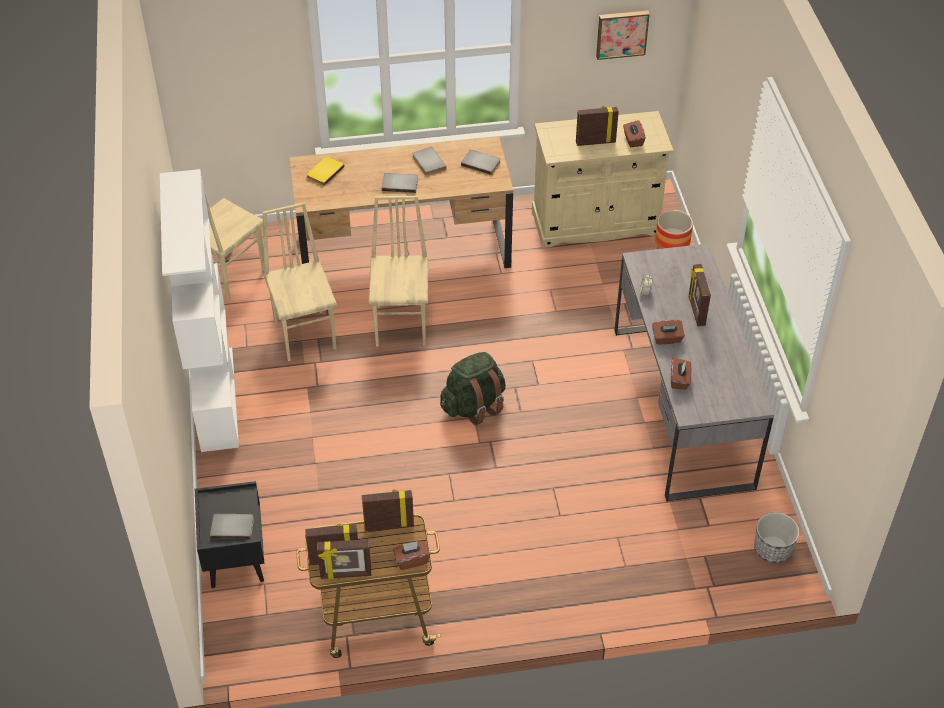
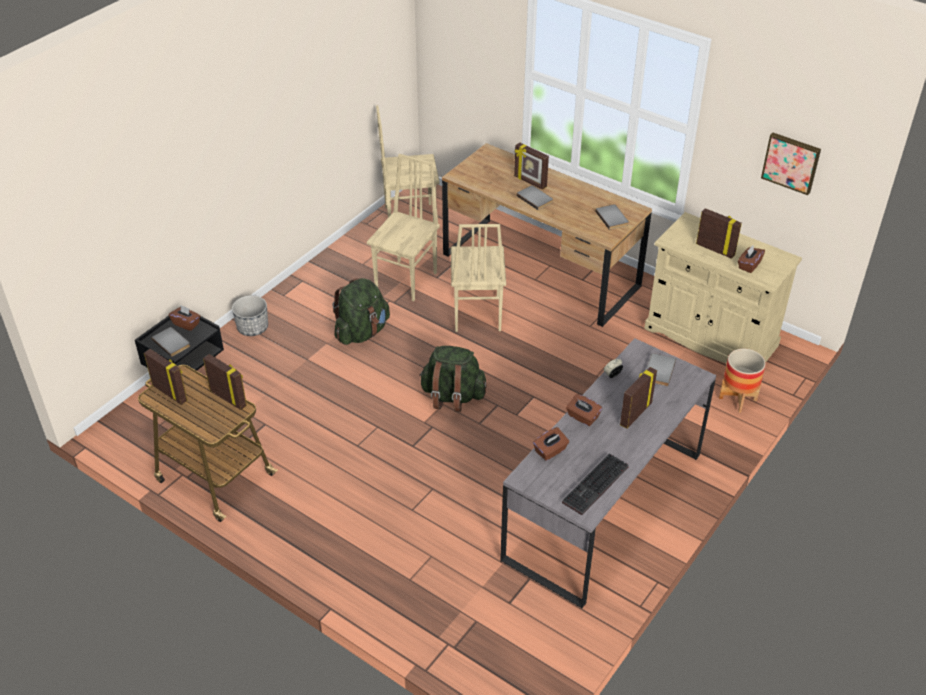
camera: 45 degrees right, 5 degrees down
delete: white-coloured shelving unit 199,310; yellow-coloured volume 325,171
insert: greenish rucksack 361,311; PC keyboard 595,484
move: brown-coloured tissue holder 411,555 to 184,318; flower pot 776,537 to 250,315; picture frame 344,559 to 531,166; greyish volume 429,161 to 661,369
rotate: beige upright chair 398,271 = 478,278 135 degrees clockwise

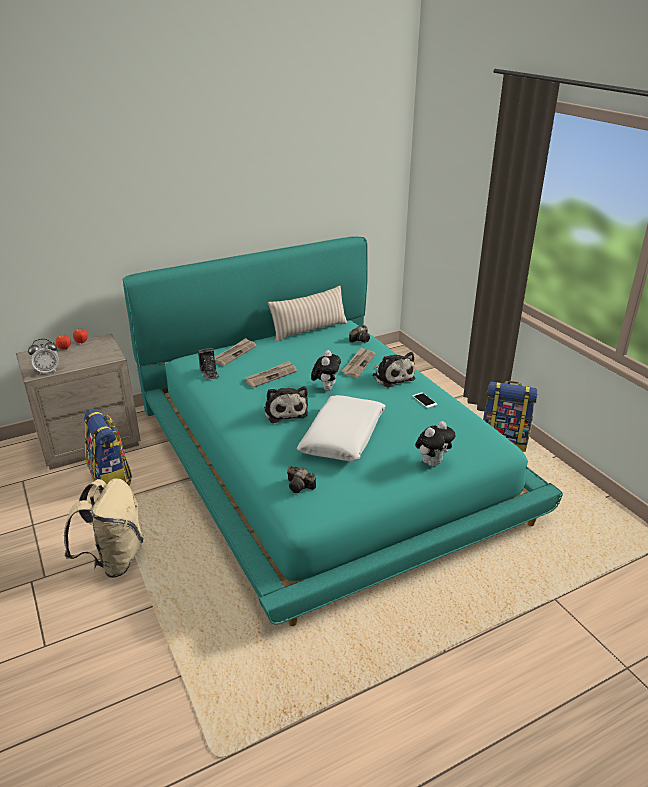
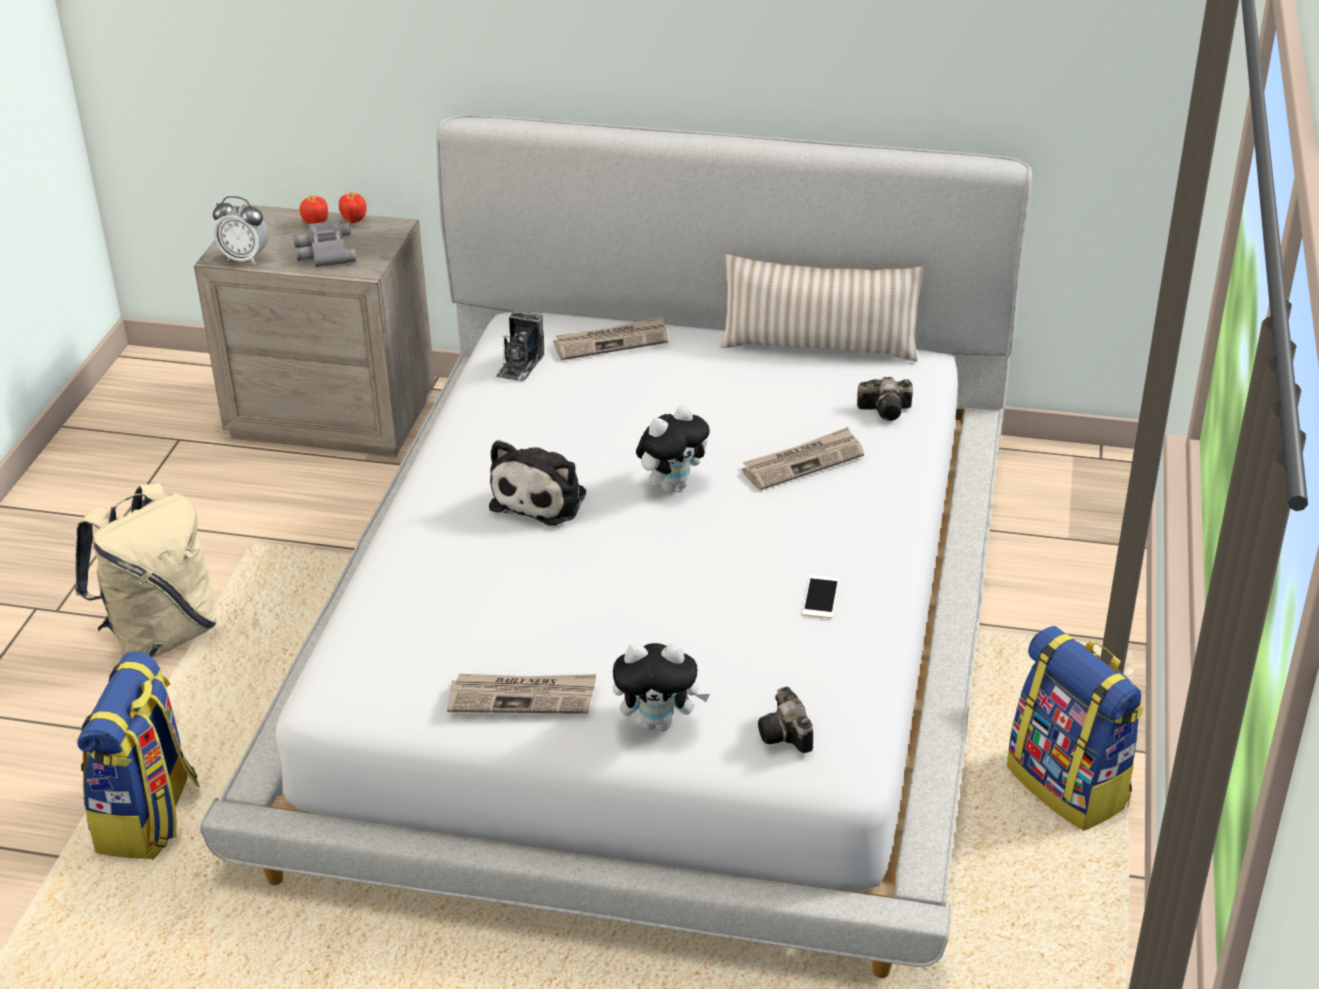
camera: 40 degrees right, 5 degrees up
delete: white-coloured cushion 341,428; plush toy 393,370
insert: greyish binoculars 324,243
move: rucksack 108,449 to 138,755; daily paper 271,374 to 521,694; photo camera 301,479 to 785,719
recolor: turquoise bed 342,431 to white-coloured bed 616,546

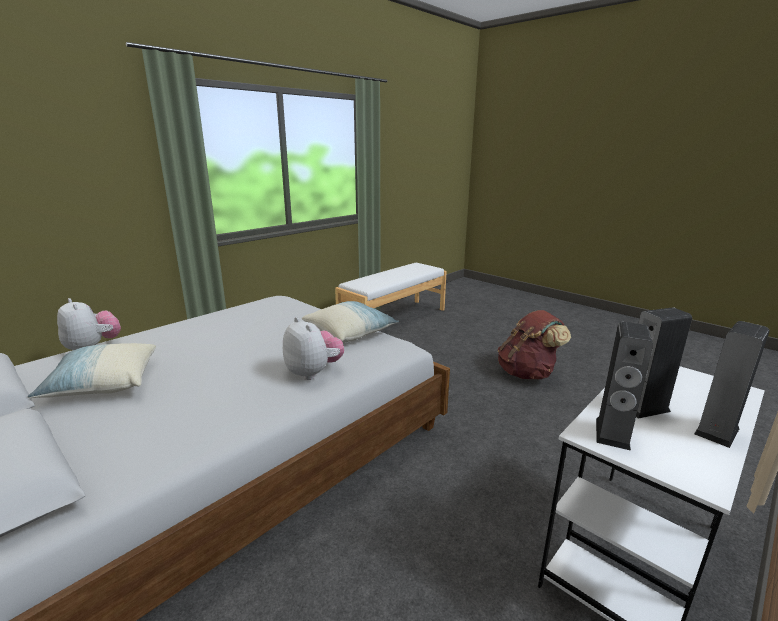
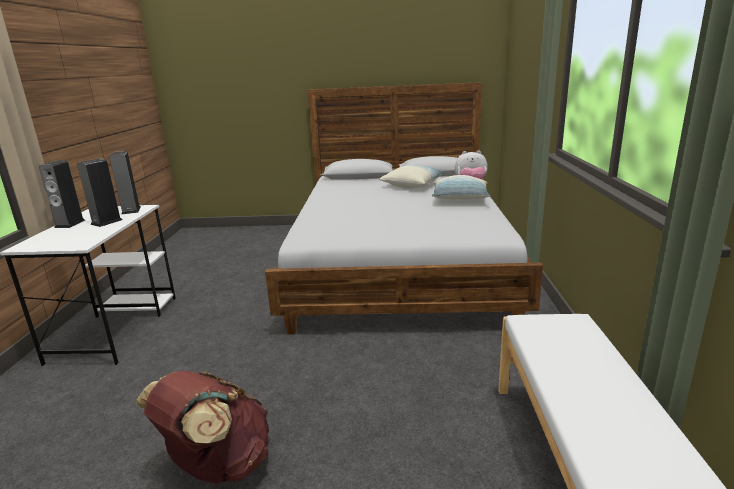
camera: 140 degrees right, 0 degrees up
delete: plush toy 313,348
move: cushion 350,321 to 461,187

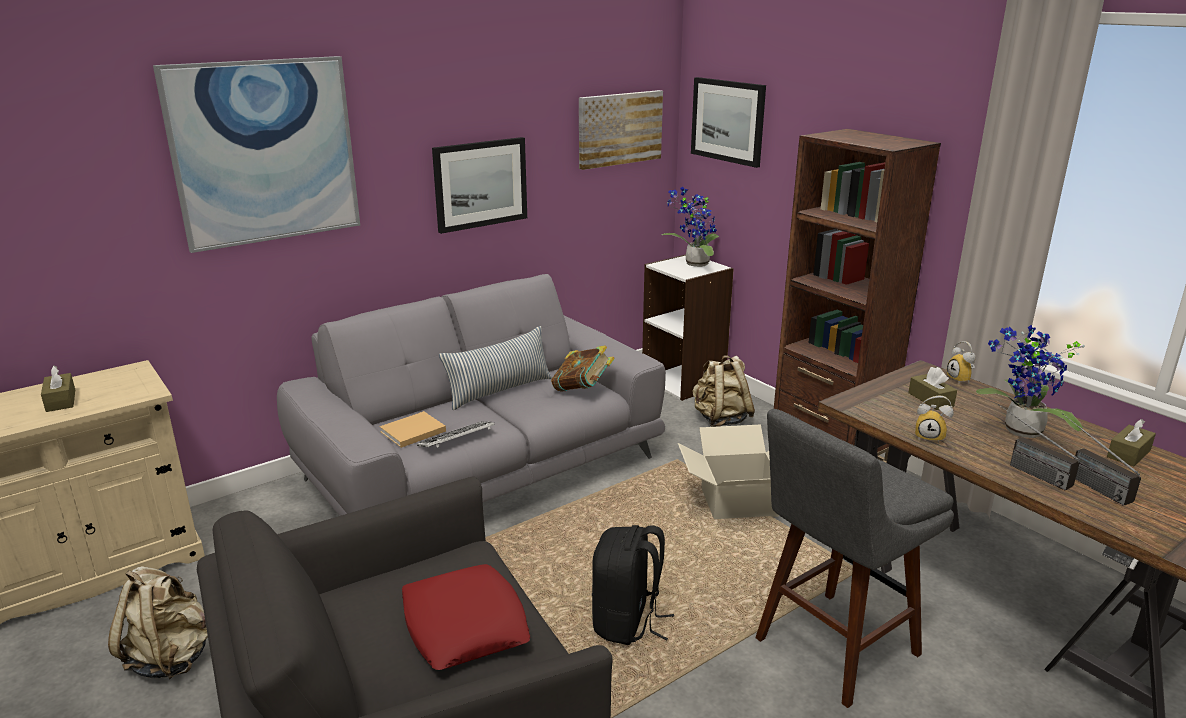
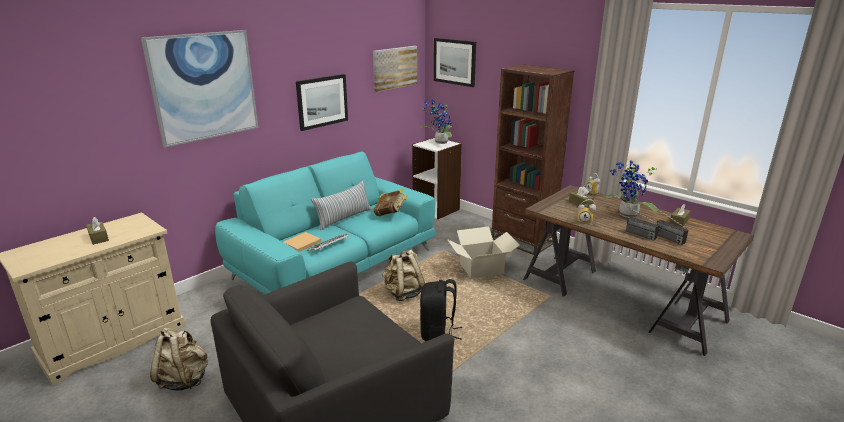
camera: 10 degrees left, 0 degrees up
delete: reddish cushion 465,617; greyish sitting stool 854,558
move: beige rucksack 723,391 to 403,275
recolor: greyish couch 471,395 to turquoise couch 325,223

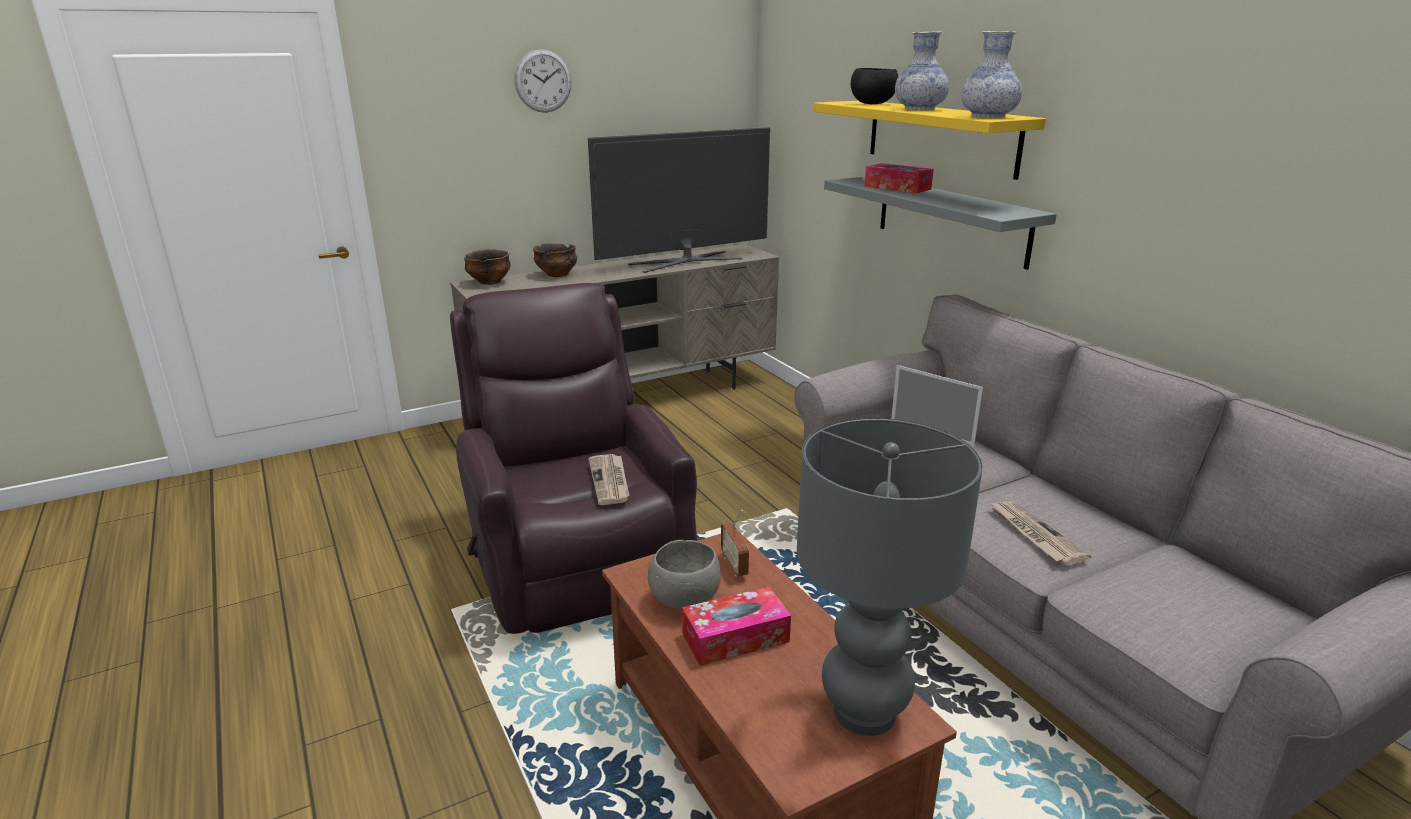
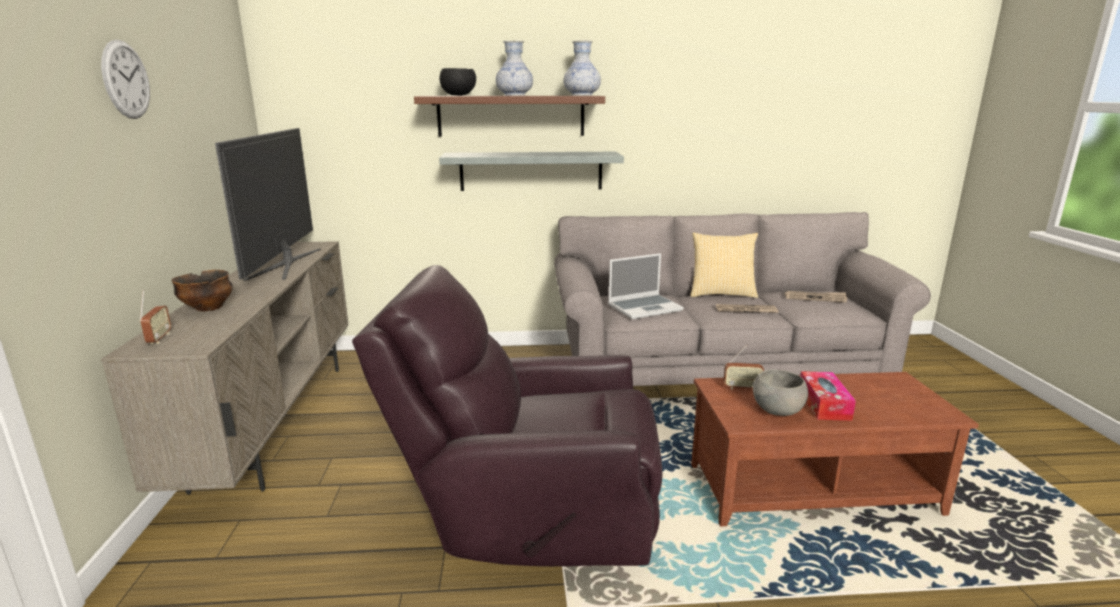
camera: 65 degrees left, 5 degrees down
delete: greyish table lamp 890,577; tissue holder 899,178
insert: cushion 724,265
move: daily paper 609,479 to 816,297
replace: deep dish 487,267 to radio 155,317
recolor: yellow-coloured shelf 929,140 to brown-coloured shelf 509,116

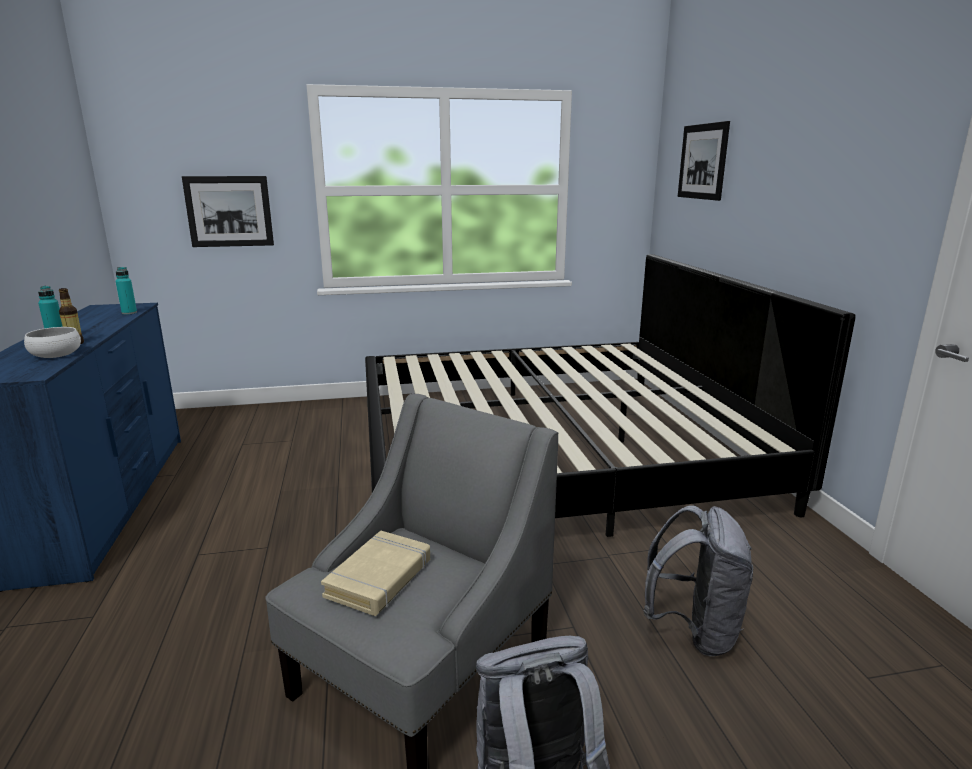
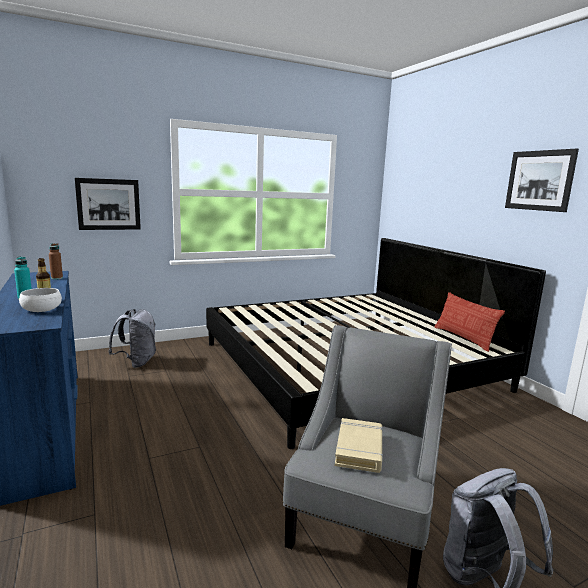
camera: 15 degrees left, 5 degrees down
insert: cushion 469,322
move: greyish rucksack 698,581 to 132,338; wall art 704,161 to 542,180
recolor: turquoise beverage bottle 126,291 to brown-coloured beverage bottle 56,261

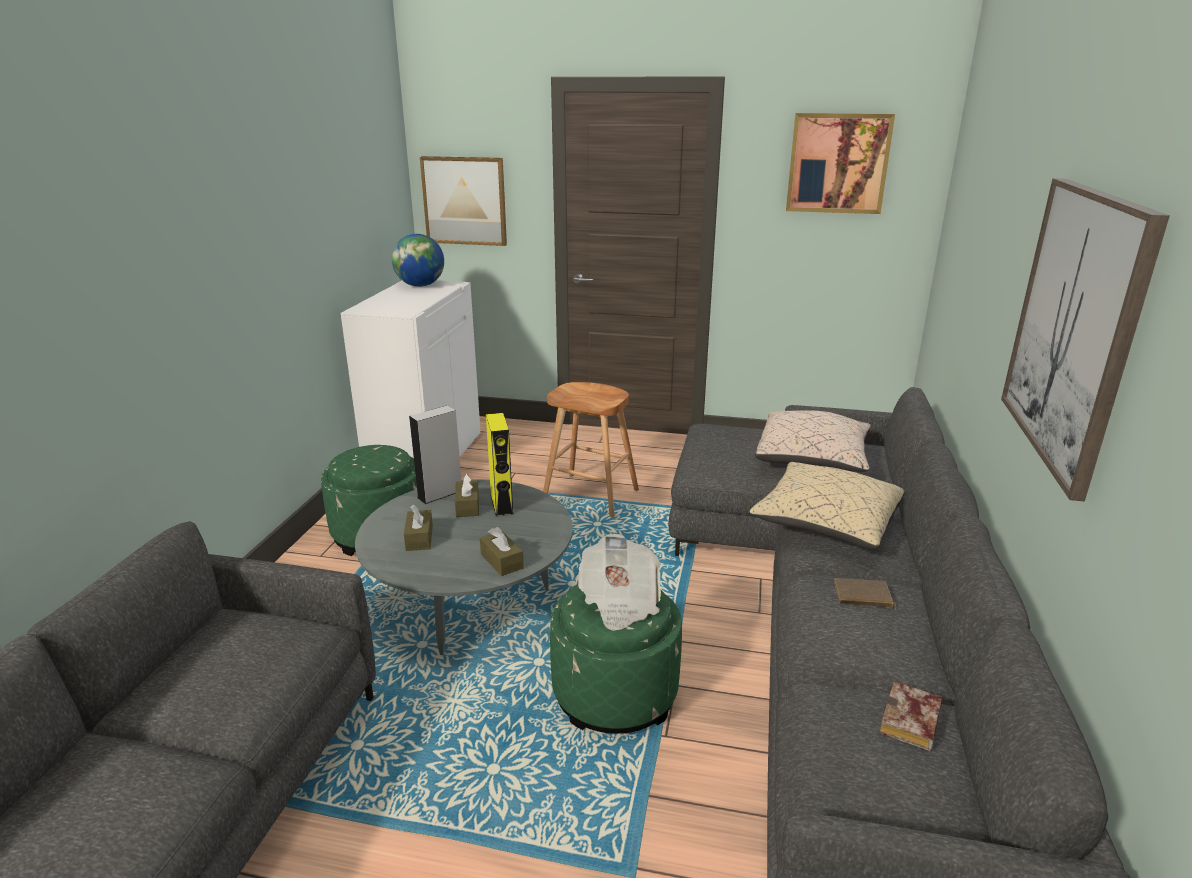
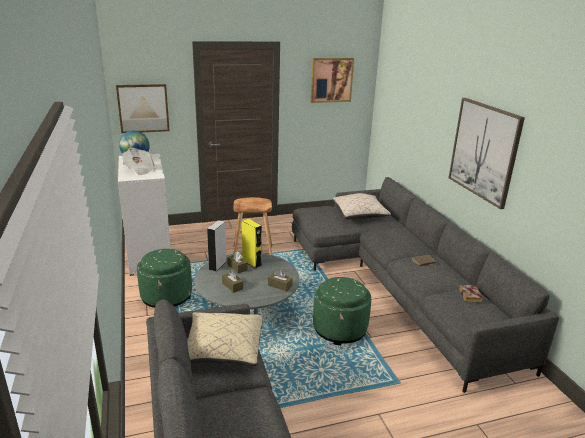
camera: 30 degrees left, 0 degrees up
move: daily paper 618,582 to 139,161; beige cushion 827,506 to 225,339

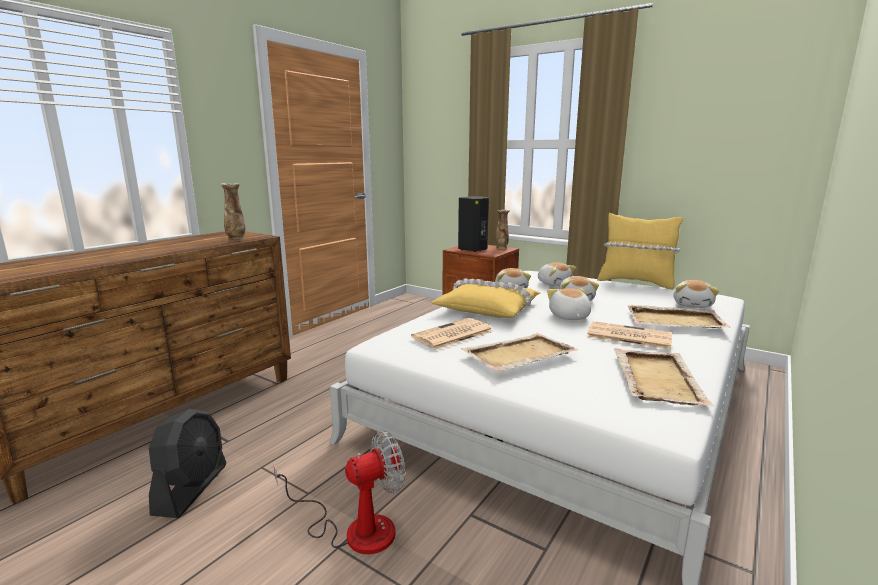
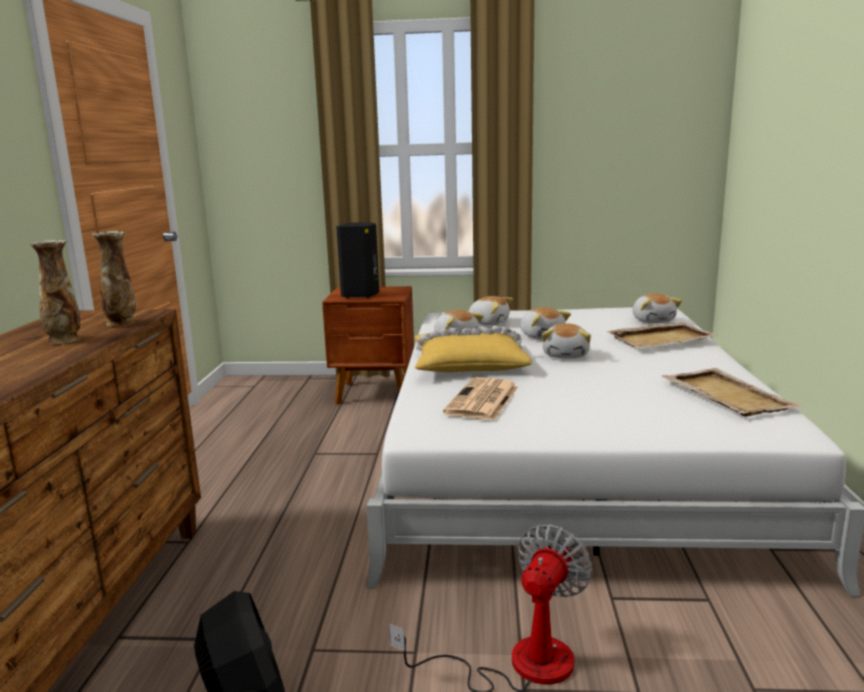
camera: 30 degrees left, 0 degrees up
delete: beige carrying tray 520,352; daily paper 629,335; yellow-coloured cushion 640,251
move: decorative vase 502,229 to 54,292
rotate: plush toy 569,304 = 566,340 135 degrees counterclockwise

